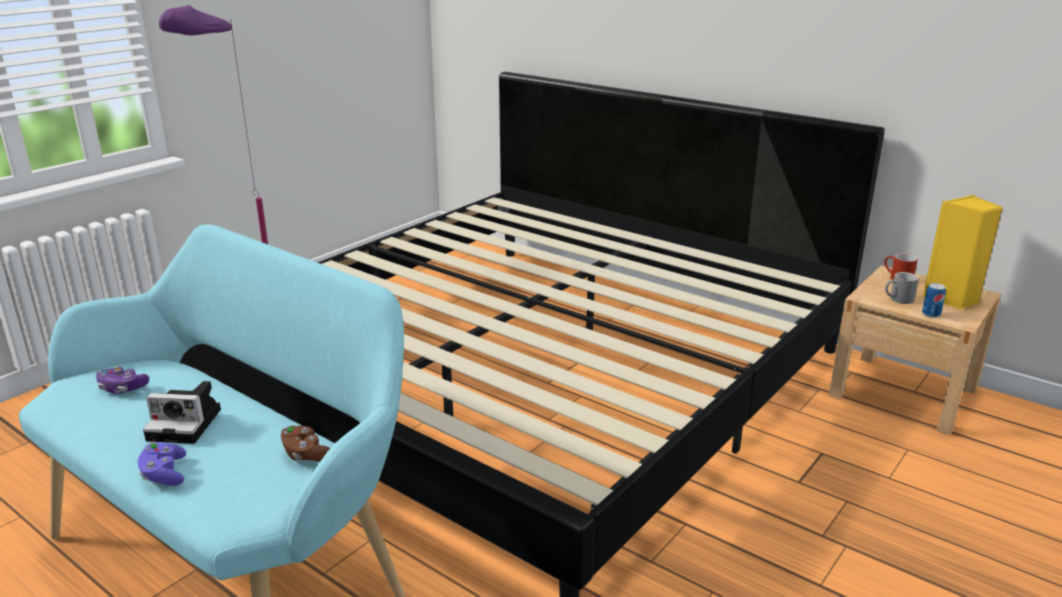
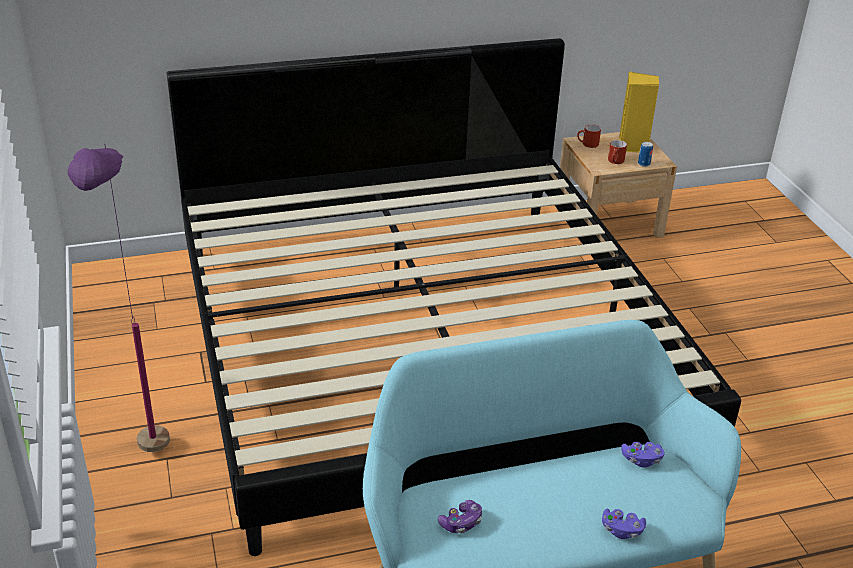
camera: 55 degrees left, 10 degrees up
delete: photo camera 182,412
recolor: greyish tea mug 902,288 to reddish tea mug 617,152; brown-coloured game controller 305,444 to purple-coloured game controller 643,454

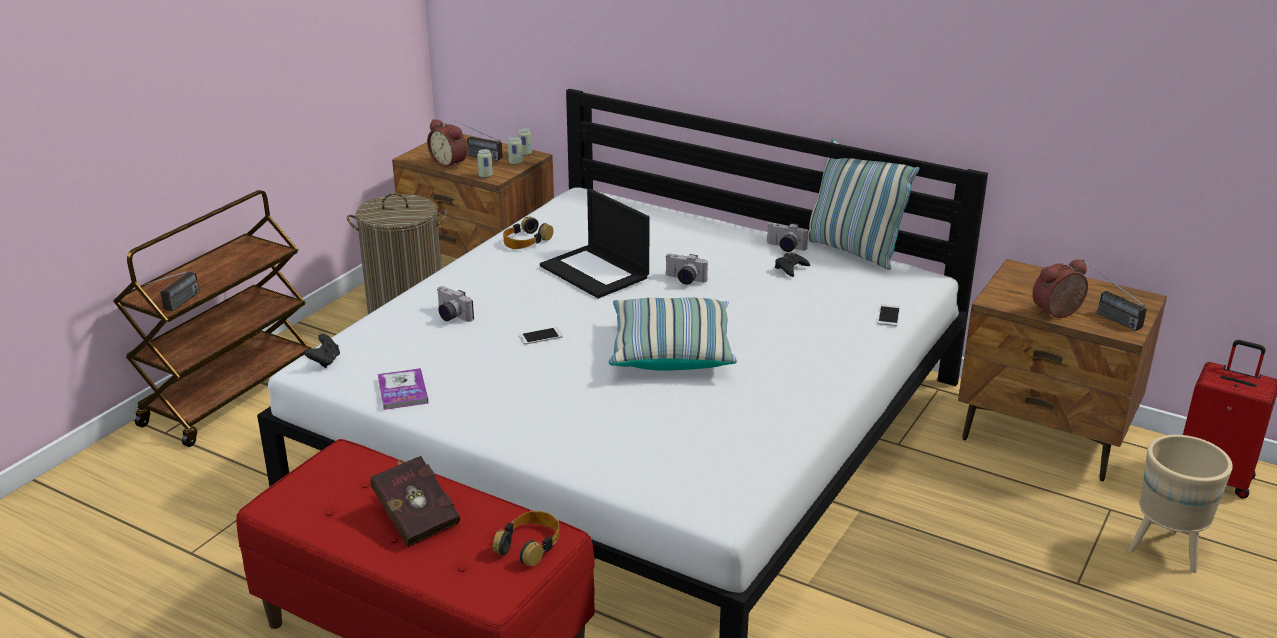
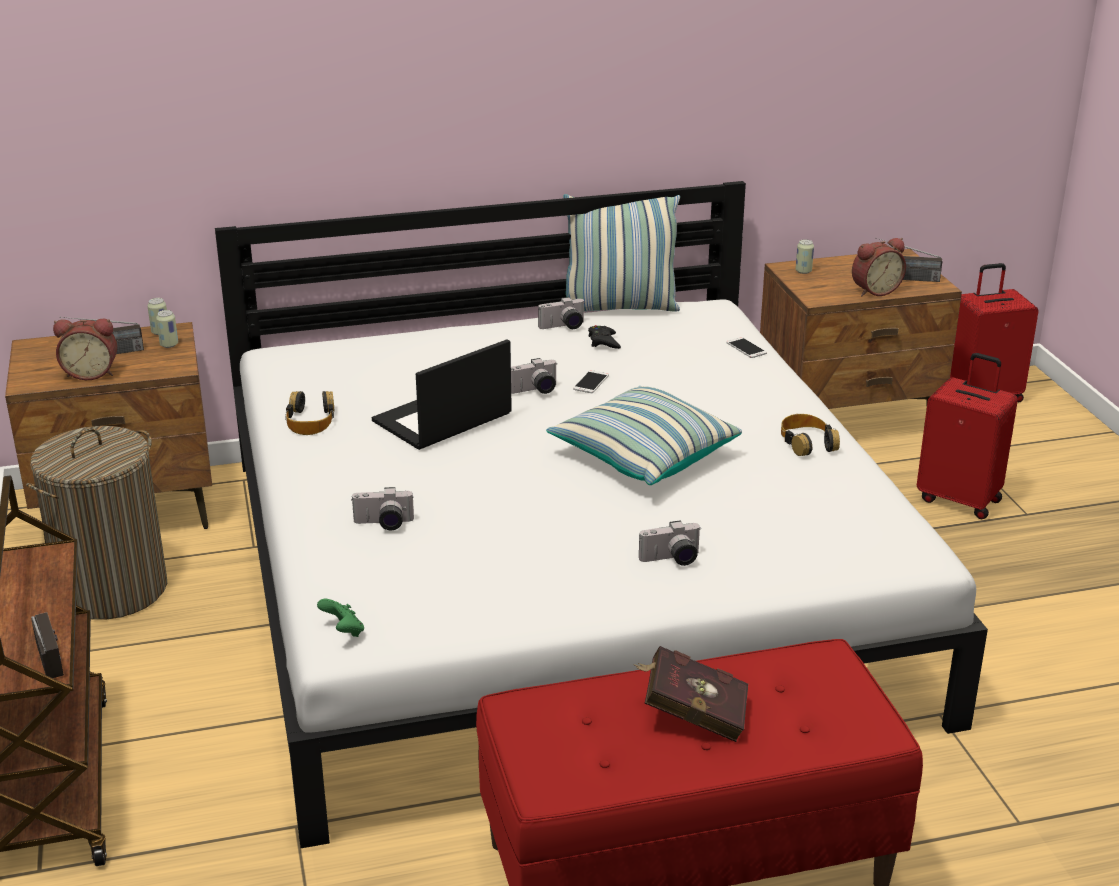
camera: 45 degrees left, 0 degrees up
delete: volume 403,389; beige flower pot 1180,504
insert: photo camera 670,543; reddish suitcase 967,436
move: telephone 541,336 to 591,381; headphones 525,538 to 810,435; can 485,163 to 805,256
recolor: black game controller 322,351 to greenish game controller 340,618
rotate: portable computer 595,243 = 442,394 135 degrees clockwise; alarm clock 1060,288 = 879,267 135 degrees counterclockwise

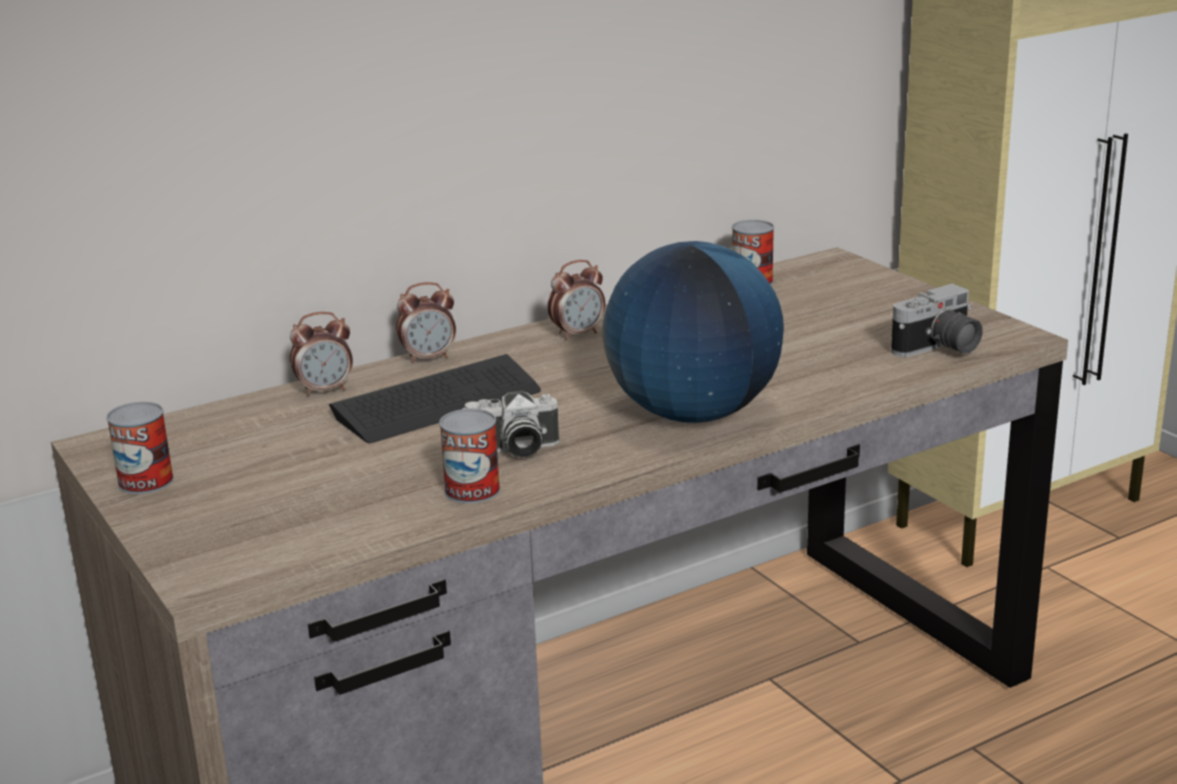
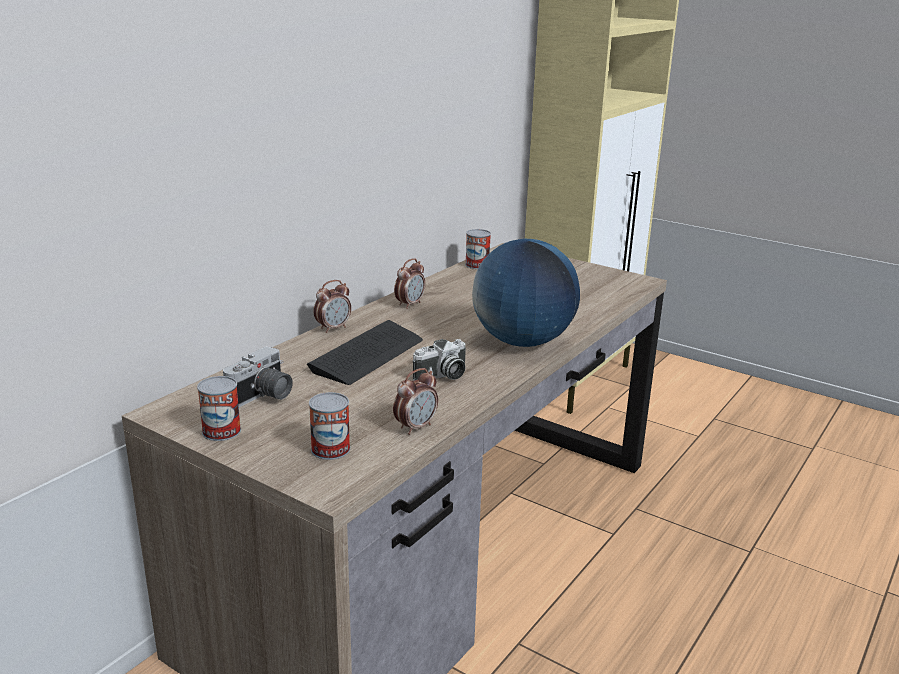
camera: 25 degrees left, 0 degrees up
move: photo camera 937,320 to 258,376; can 469,456 to 329,426; alarm clock 321,354 to 415,401

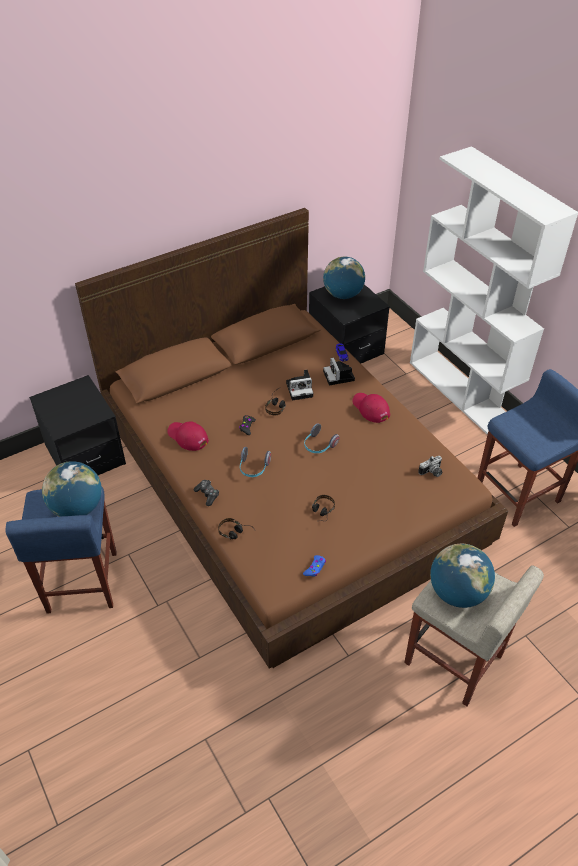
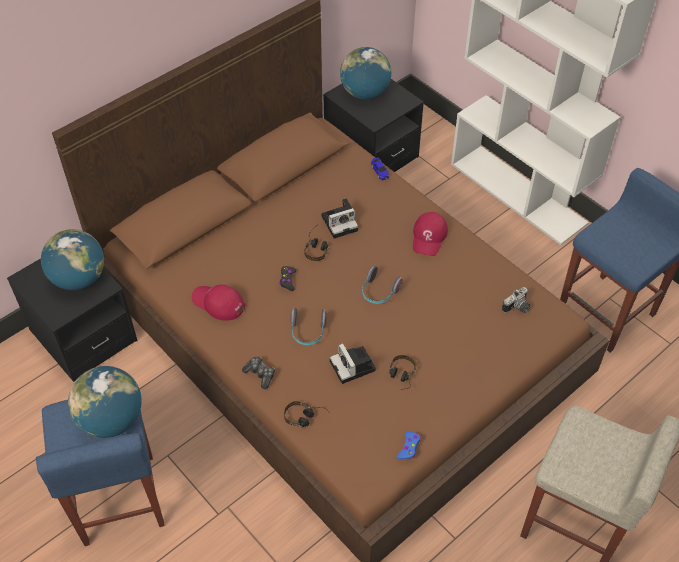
camera: 10 degrees left, 5 degrees up
move: globe 462,576 to 72,259; photo camera 339,371 to 353,363
rotate: reddish baseball cap 371,408 = 430,234 120 degrees counterclockwise

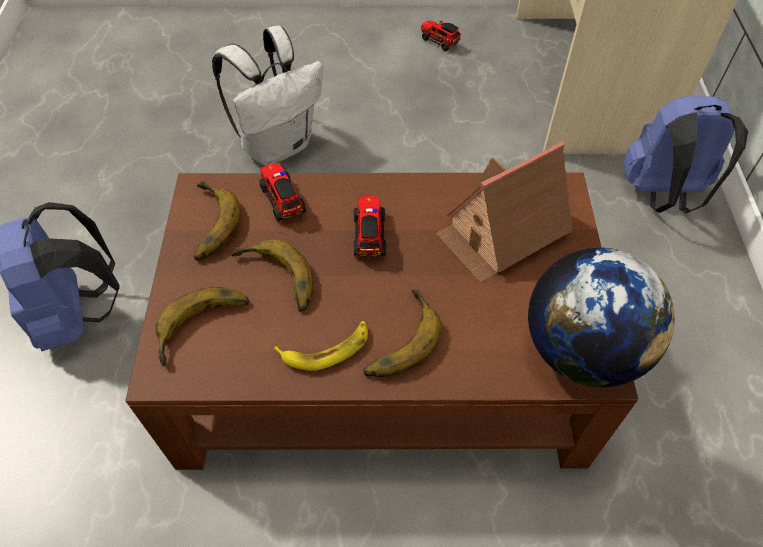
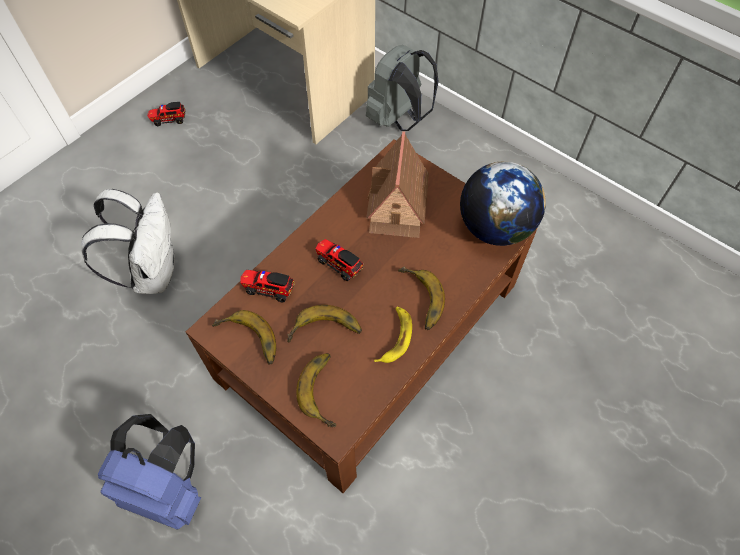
camera: 50 degrees left, 5 degrees up
recolor: blue-coloured rucksack 685,154 to greyish rucksack 402,88

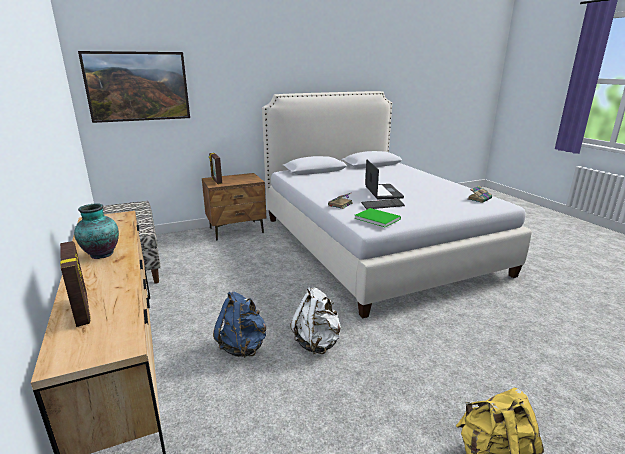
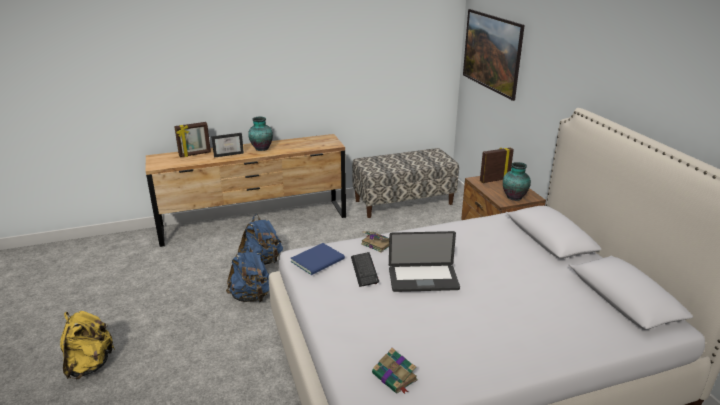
camera: 95 degrees right, 5 degrees up
insert: picture frame 227,145; decorative vase 517,181
recolor: white-coloured rucksack 316,320 to blue-coloured rucksack 247,273; greenish volume 377,217 to blue-coloured volume 318,259

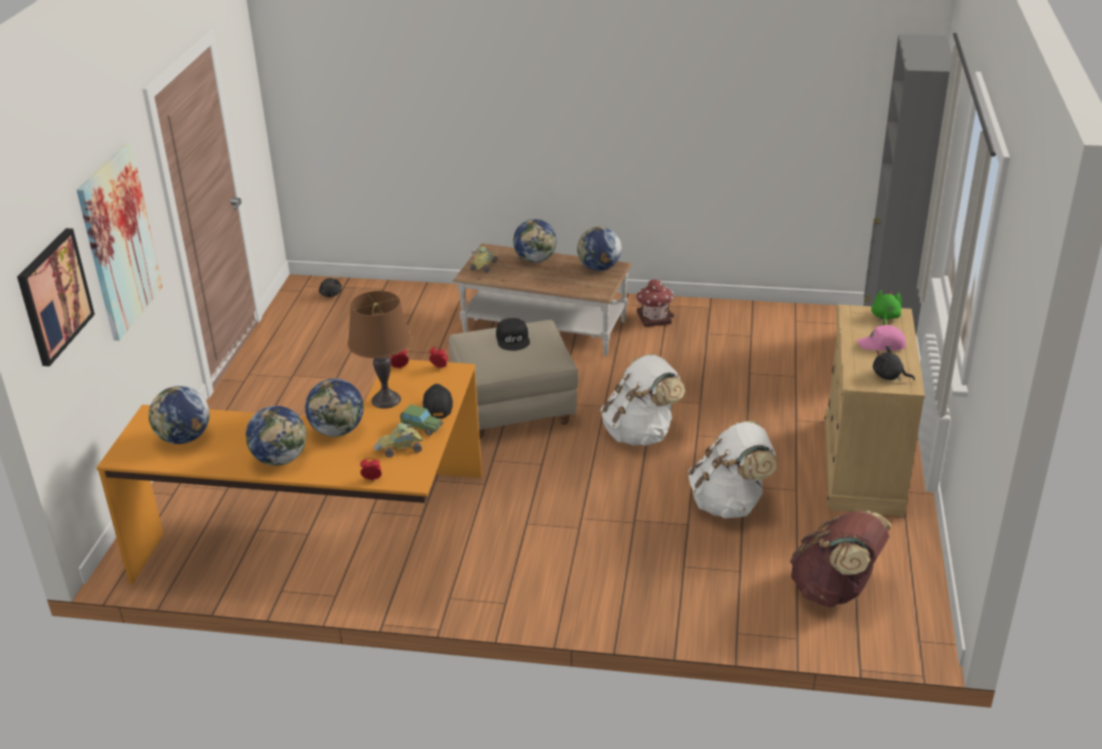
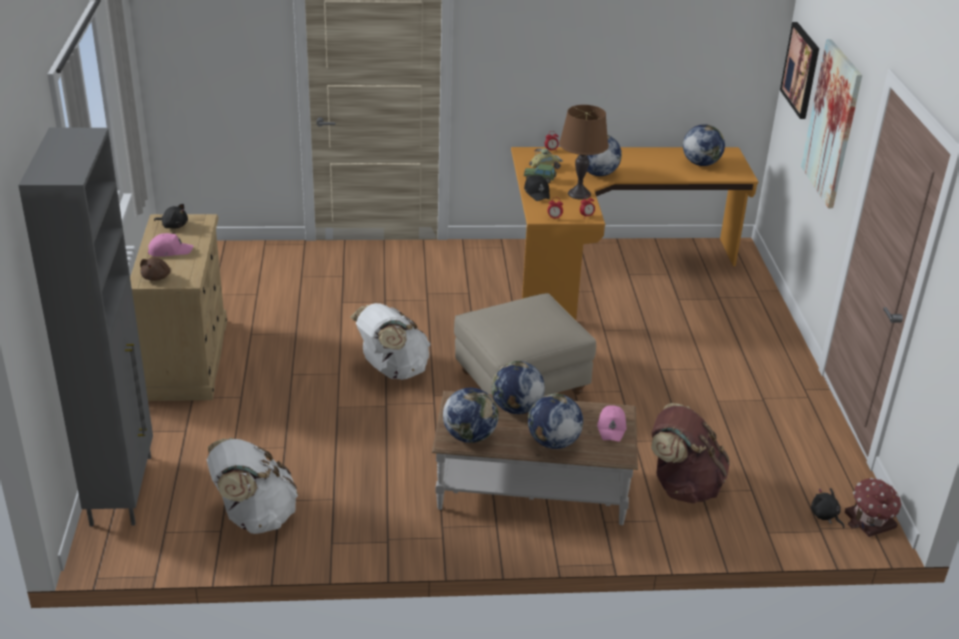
camera: 165 degrees right, 0 degrees up
delete: black baseball cap 513,334
move: white-coloured rucksack 732,469 to 252,486; globe 276,436 to 518,387; brown-coloured rucksack 841,559 to 690,453; model house 655,303 to 873,507
replace: miniature car 483,259 to pink-coloured baseball cap 611,423
recolor: greenish plush toy 886,307 to brown-coloured plush toy 155,269

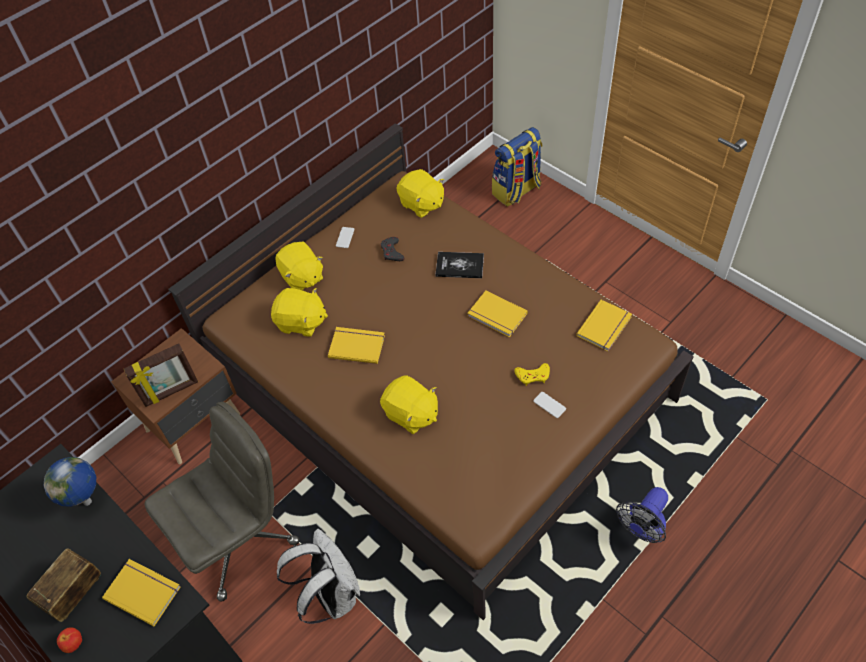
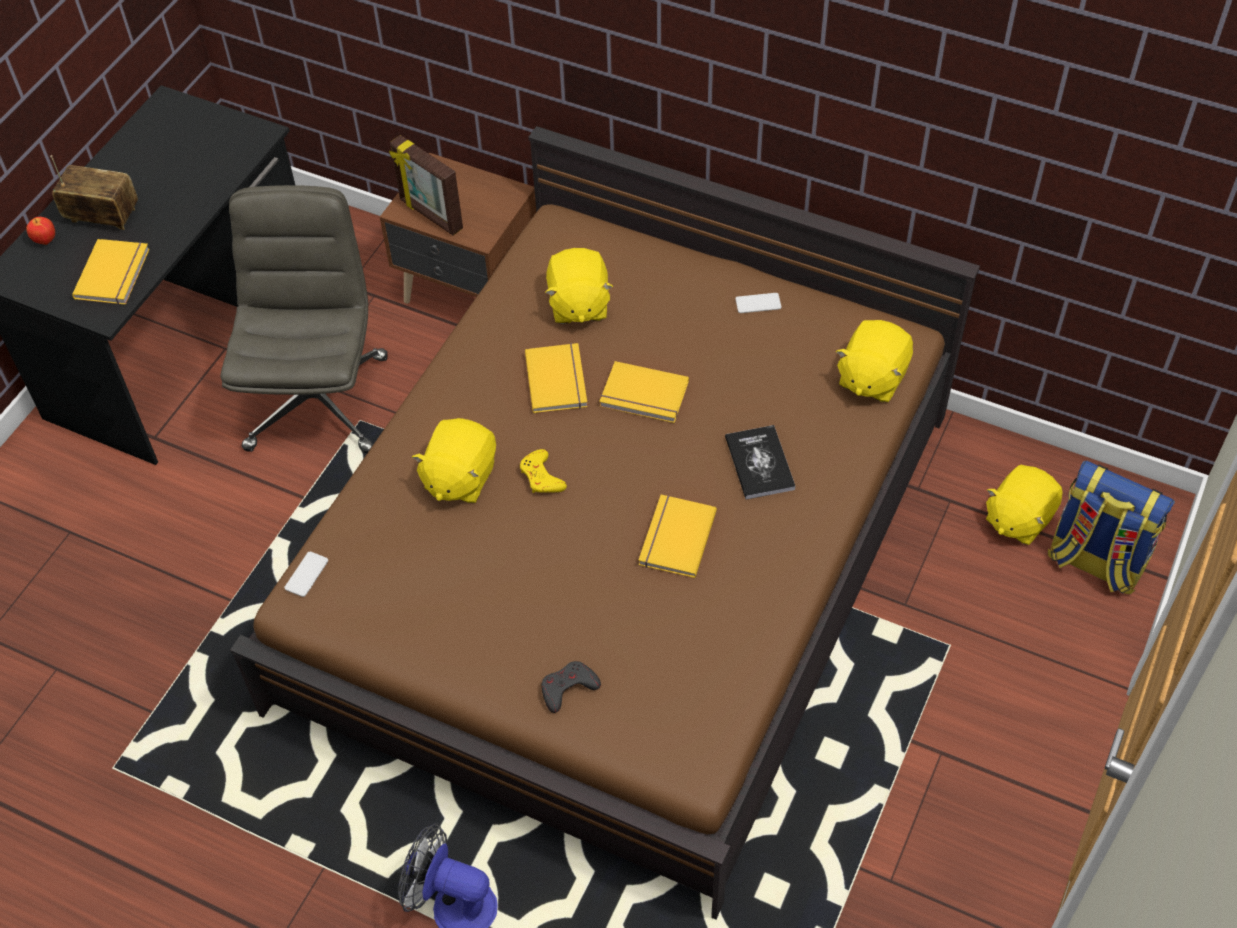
camera: 70 degrees right, 0 degrees up
delete: globe 70,482; white-coloured rucksack 318,576
move: telephone 549,405 to 306,574; yellow-coloured game controller 532,374 to 543,471; greyish game controller 393,249 to 571,687; yellow-coloured volume 604,325 to 644,392; yellow-coloured plush toy 299,266 to 1024,505
rotate: greyish office chair 221,502 = 304,319 120 degrees counterclockwise

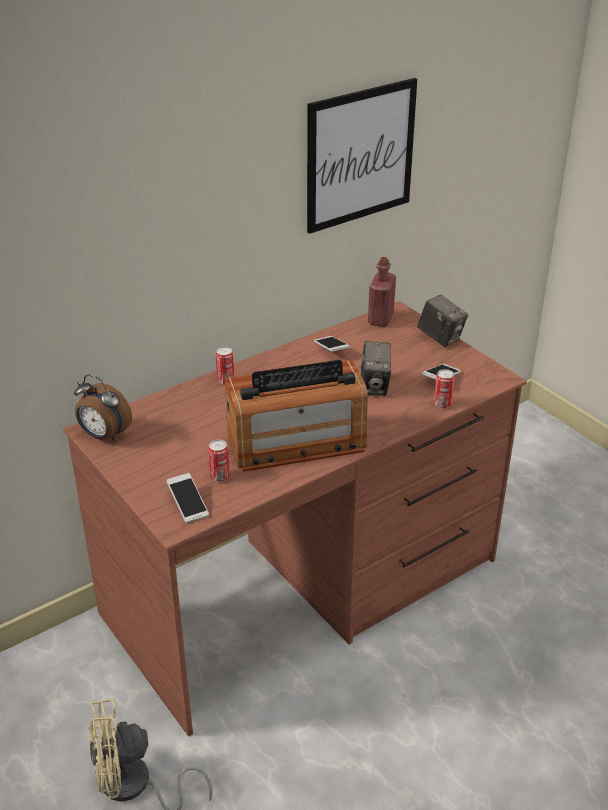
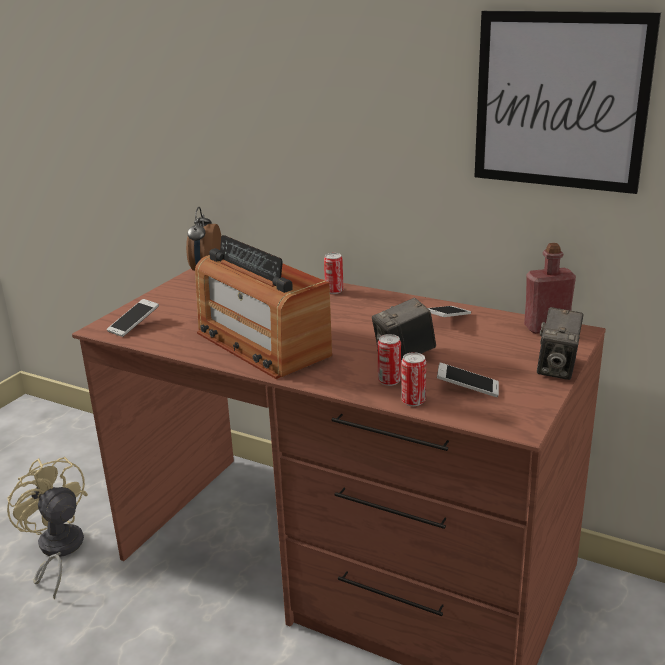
camera: 65 degrees right, 10 degrees down
move: can 219,460 to 389,360

